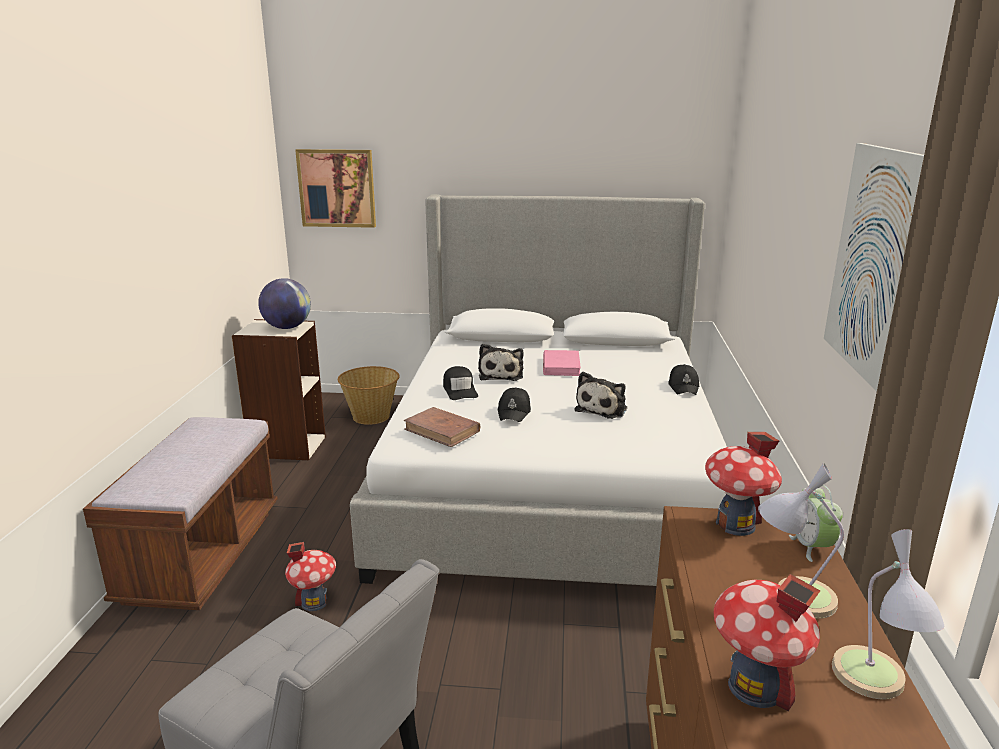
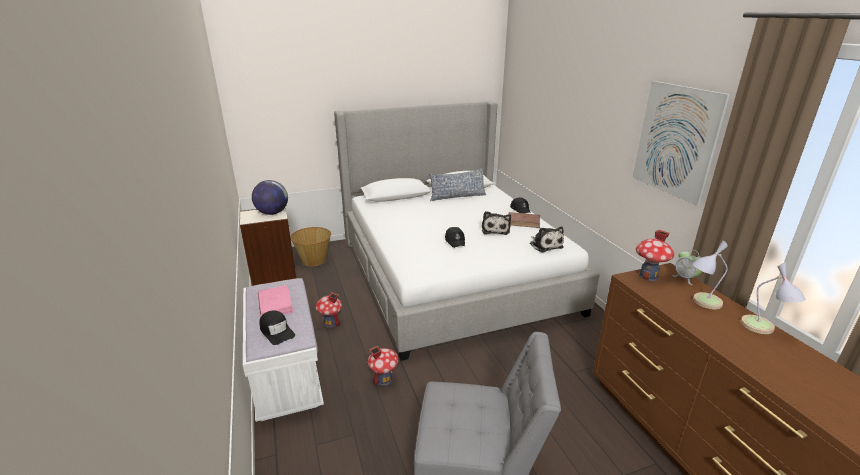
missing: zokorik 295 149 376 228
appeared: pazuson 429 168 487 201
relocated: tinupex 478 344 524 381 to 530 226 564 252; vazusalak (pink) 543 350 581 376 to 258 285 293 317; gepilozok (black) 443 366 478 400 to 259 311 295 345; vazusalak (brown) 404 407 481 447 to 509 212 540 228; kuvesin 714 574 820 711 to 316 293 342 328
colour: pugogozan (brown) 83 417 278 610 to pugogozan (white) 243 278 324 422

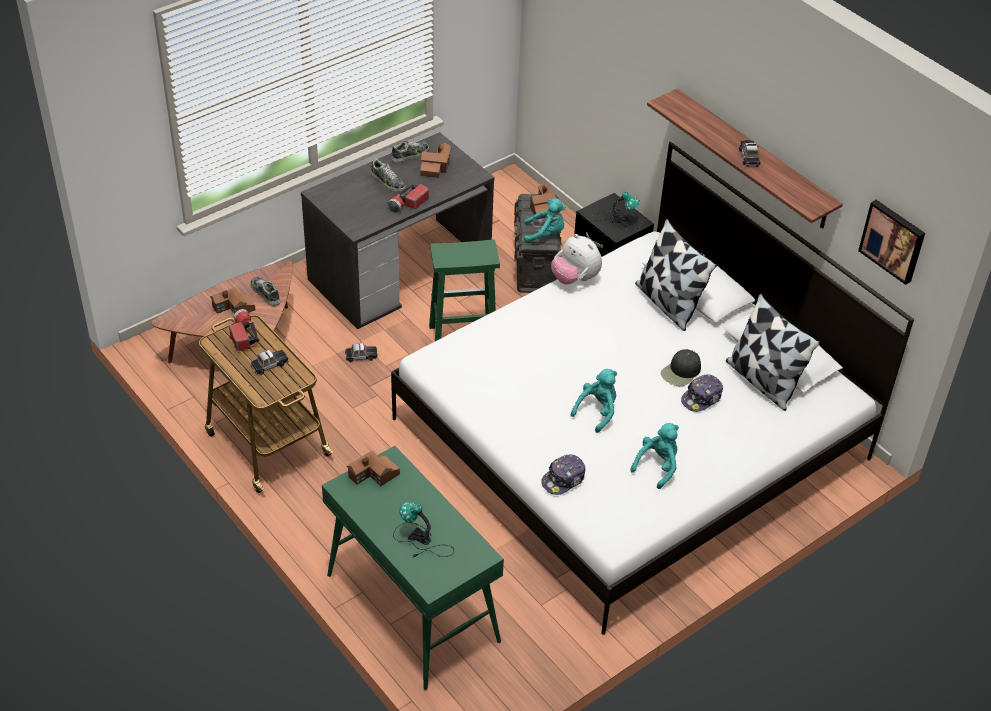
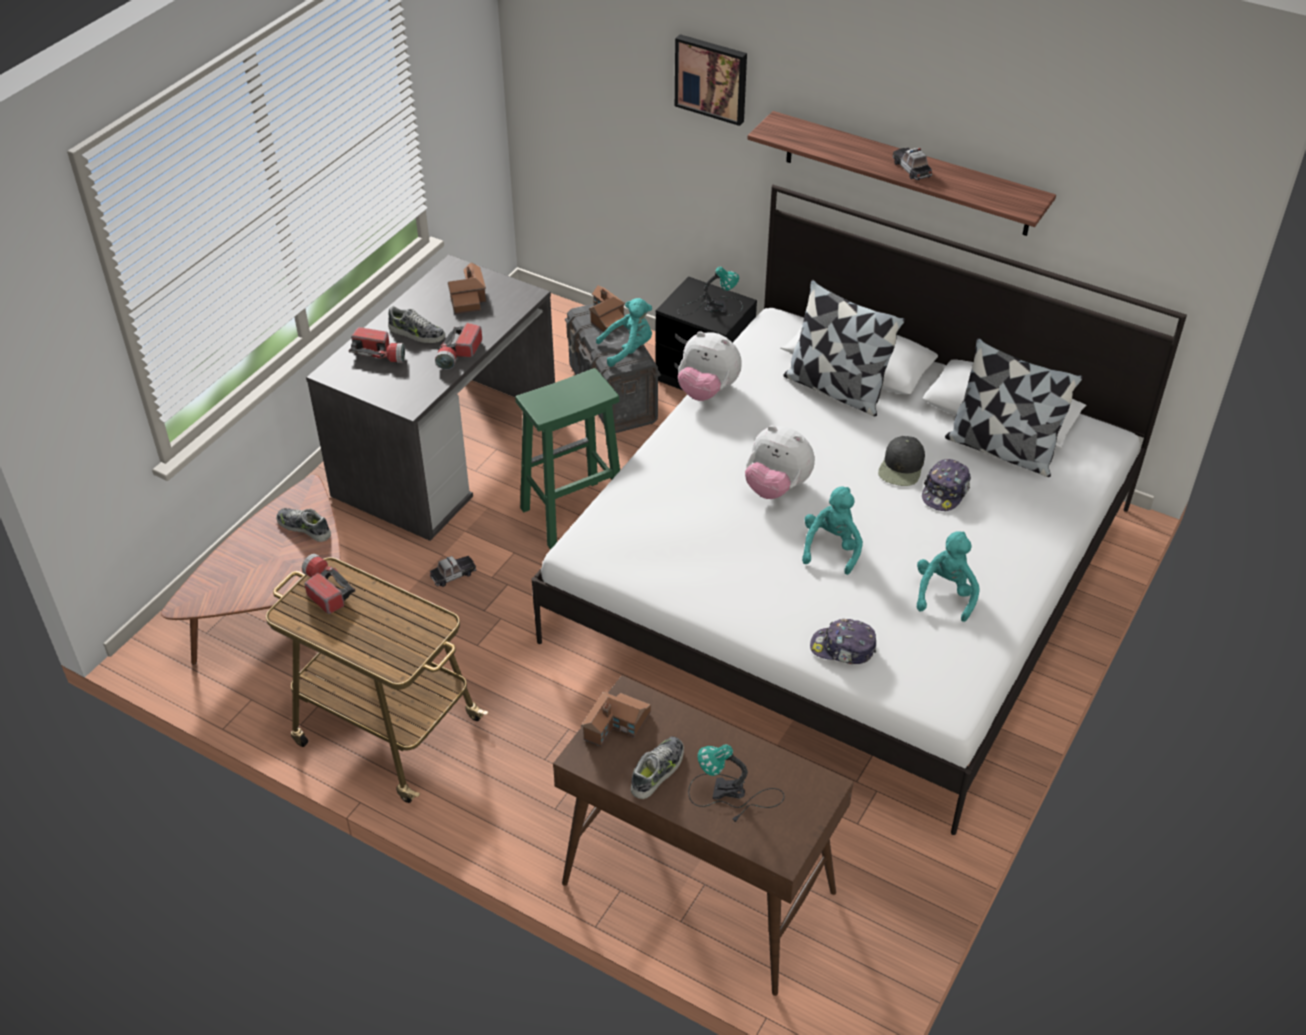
missing: kuvesin 210 287 256 314; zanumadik 250 350 288 375
appeared: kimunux 349 327 405 363; tinupex 745 425 815 499
relocated: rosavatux 391 140 429 163 to 631 736 684 799; zokorik 858 200 925 285 to 675 34 747 126
colour: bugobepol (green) 322 446 504 690 to bugobepol (brown) 553 675 854 996
spun: gepilozok 541 454 585 495 = 810 619 876 664 75 degrees clockwise

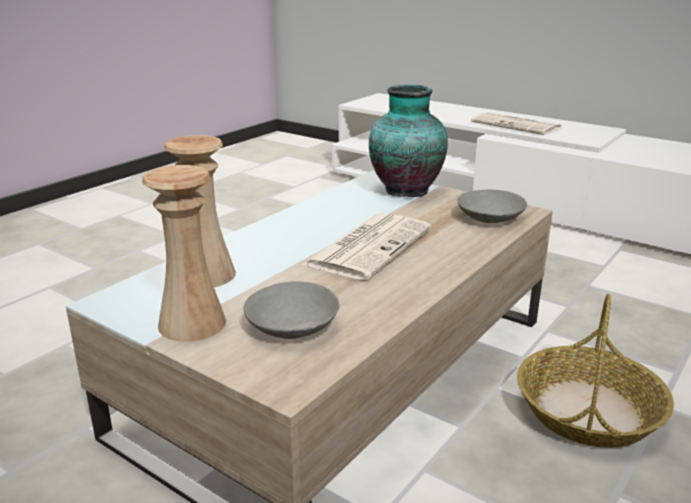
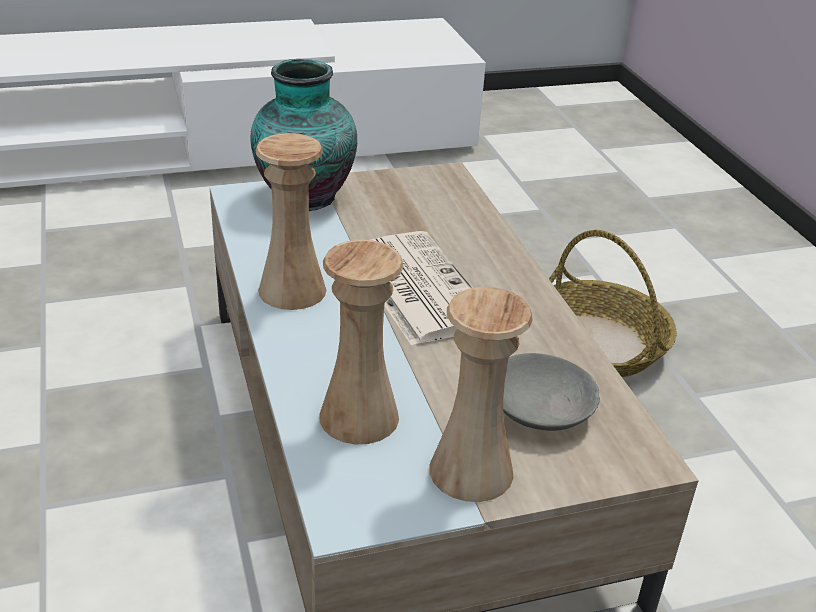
missing: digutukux 471 112 561 135; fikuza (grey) 457 190 527 223
appeared: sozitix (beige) 255 133 326 310

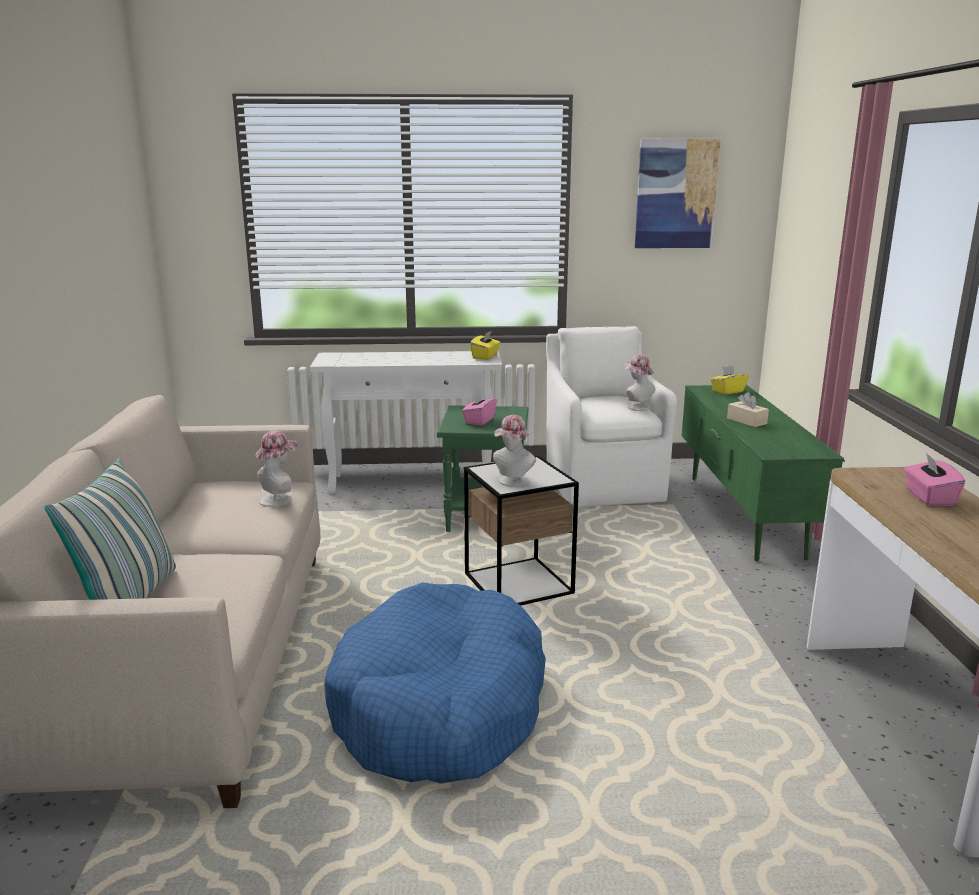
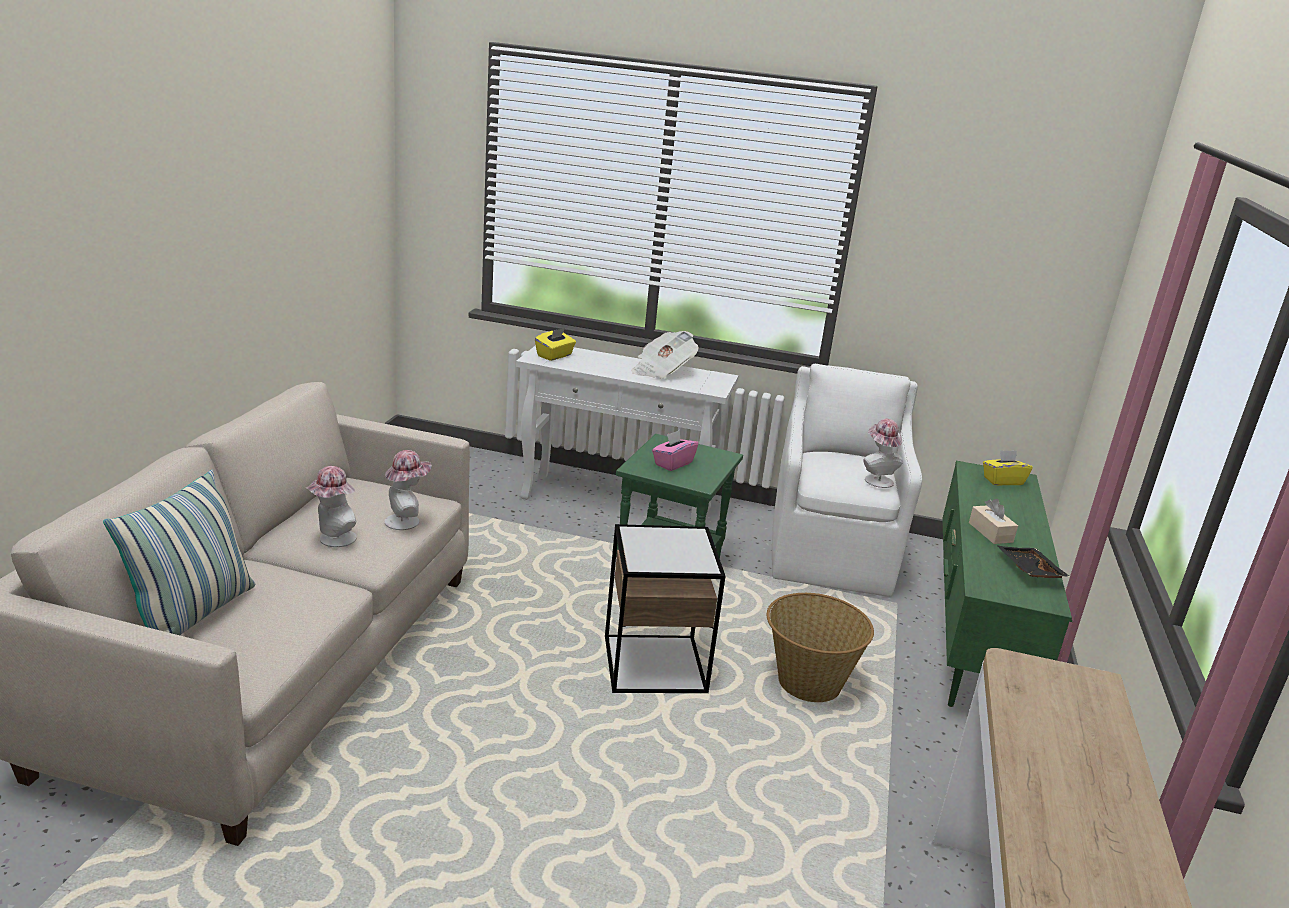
missing: zokorik 635 139 720 248; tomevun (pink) 904 453 965 506; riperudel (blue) 324 582 546 784
appeared: digutukux 631 331 698 378; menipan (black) 998 546 1070 578; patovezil 767 593 874 702
relocated: tomevun (yellow) 470 331 500 360 to 535 328 576 361; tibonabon 493 415 536 487 to 306 466 357 547

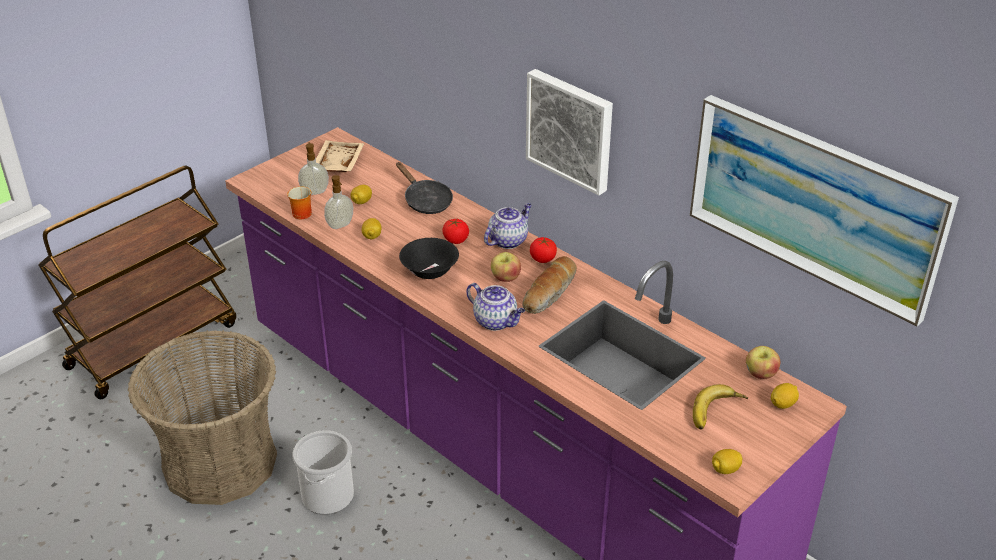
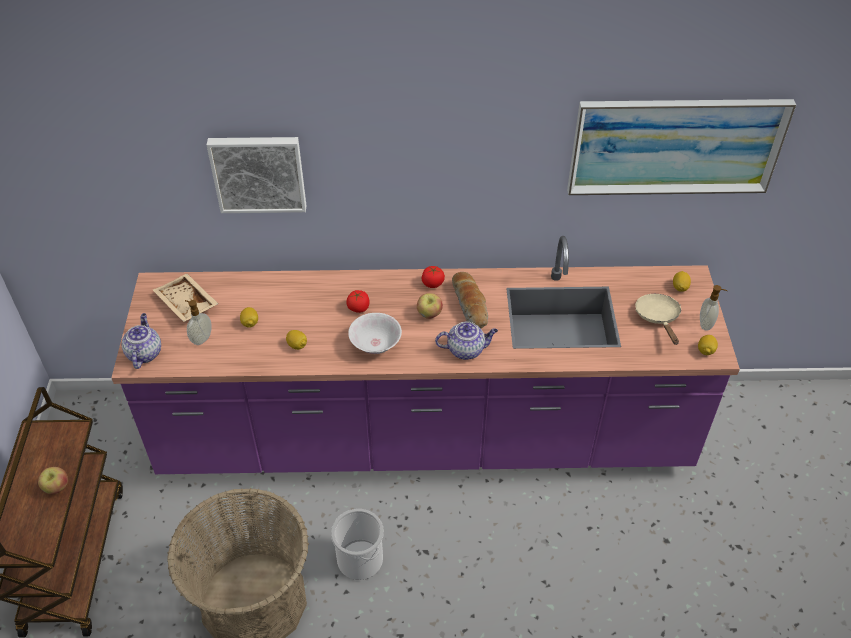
missing: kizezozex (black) 396 162 453 214; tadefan 287 186 312 219
relocated: zokorik 526 69 613 195 to 207 137 306 213; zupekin 324 175 353 229 to 700 285 727 331; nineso 484 203 532 249 to 121 313 161 369; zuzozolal 746 346 780 379 to 38 467 68 494
exchanged: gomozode 693 384 748 429 to kizezozex (beige) 635 294 681 345
colour: fikuza (black) 399 238 459 279 to fikuza (white) 348 313 402 354

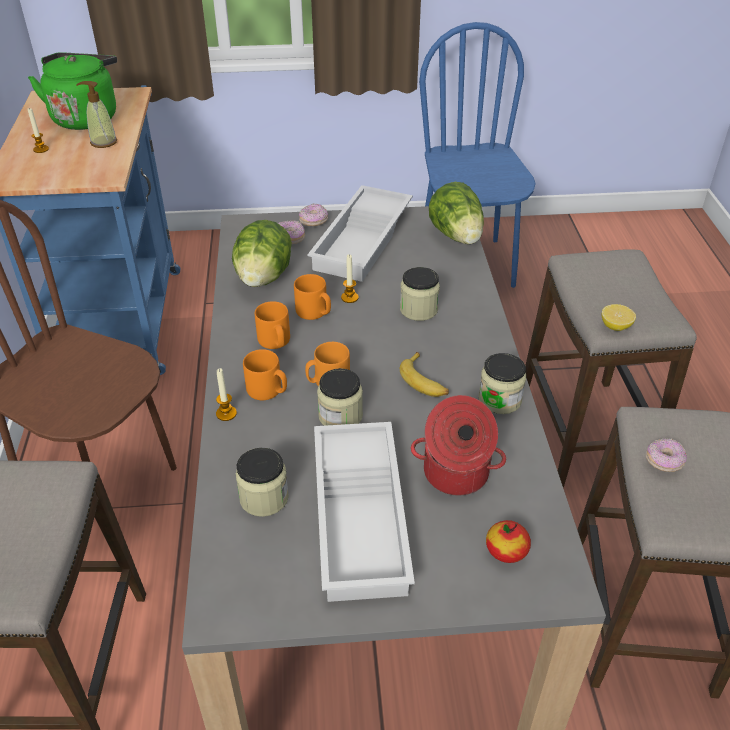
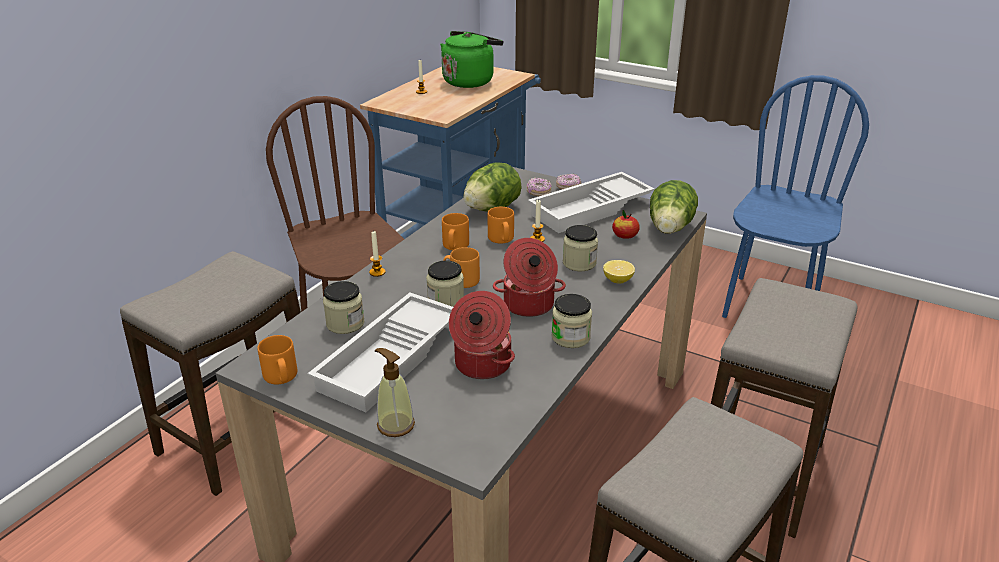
missing: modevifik 646 438 687 472
relocated: zupekin 76 81 117 148 to 374 348 415 437; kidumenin 601 304 636 331 to 603 260 635 283; tadefan (orange) 243 349 287 400 to 257 335 297 384; zuzozolal 486 520 531 563 to 612 210 640 239
exchanged: gomozode 400 352 449 397 to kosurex 493 238 566 317

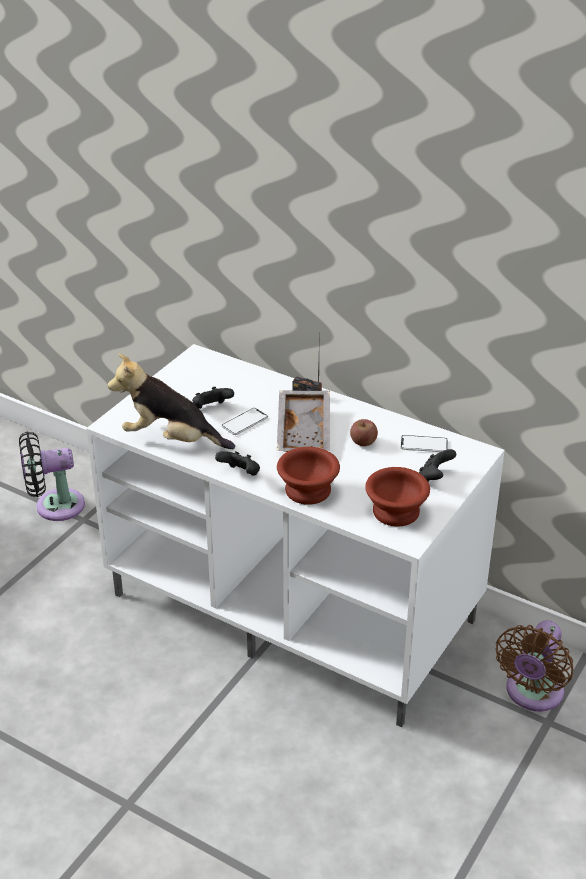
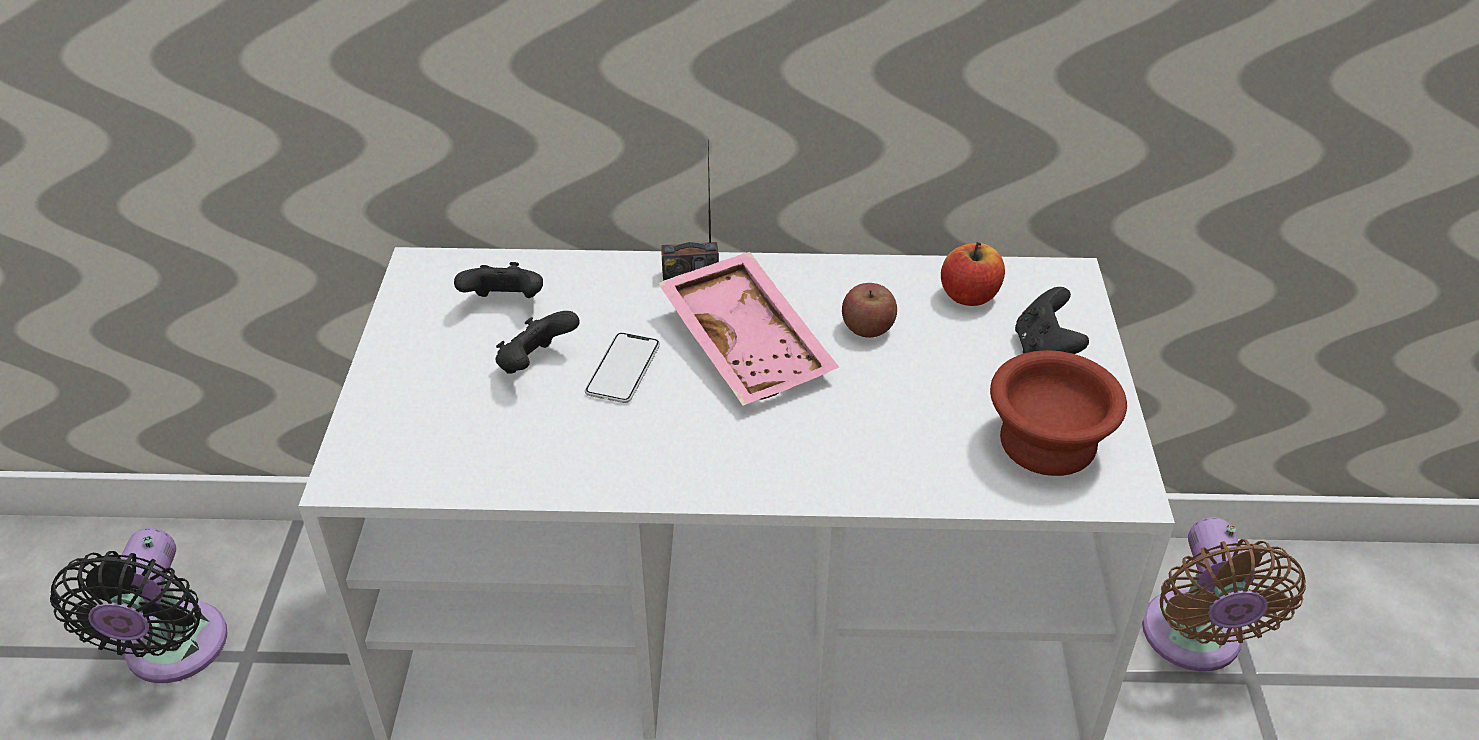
missing: tinupex 108 354 235 449; fikuza (brown) 277 447 340 505
relocated: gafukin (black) 215 451 260 476 to 454 262 543 298
exchanged: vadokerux 400 435 448 452 to zuzozolal 941 242 1005 306
colour: menipan (grey) 277 390 330 452 to menipan (pink) 658 252 839 406
spun: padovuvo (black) 19 432 85 521 = 50 528 228 683 45 degrees counterclockwise

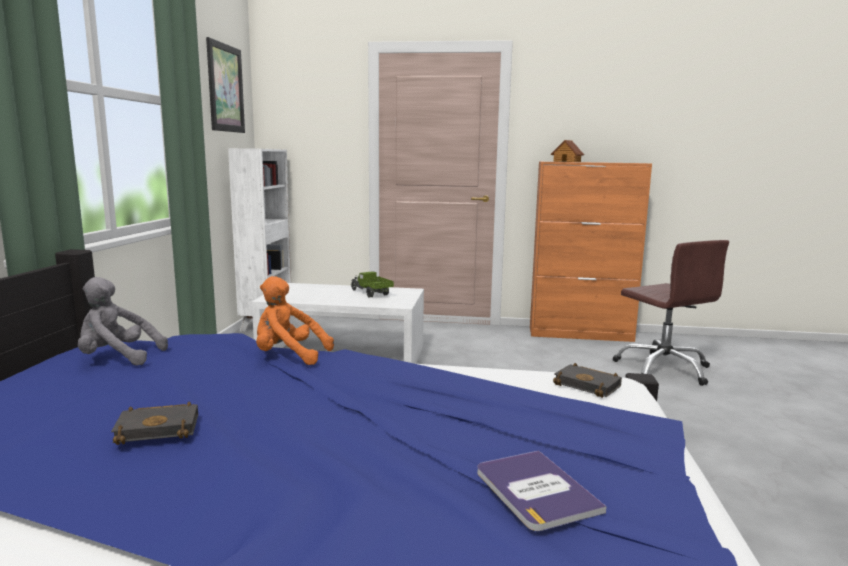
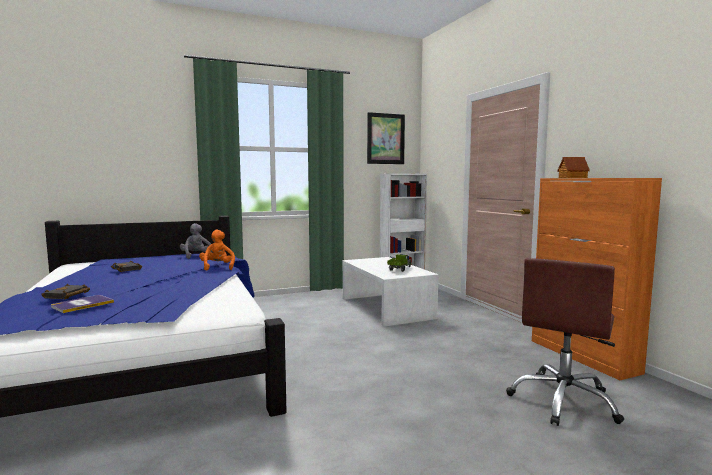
relocated: vazusalak (black) 553 363 622 398 to 41 284 90 299

